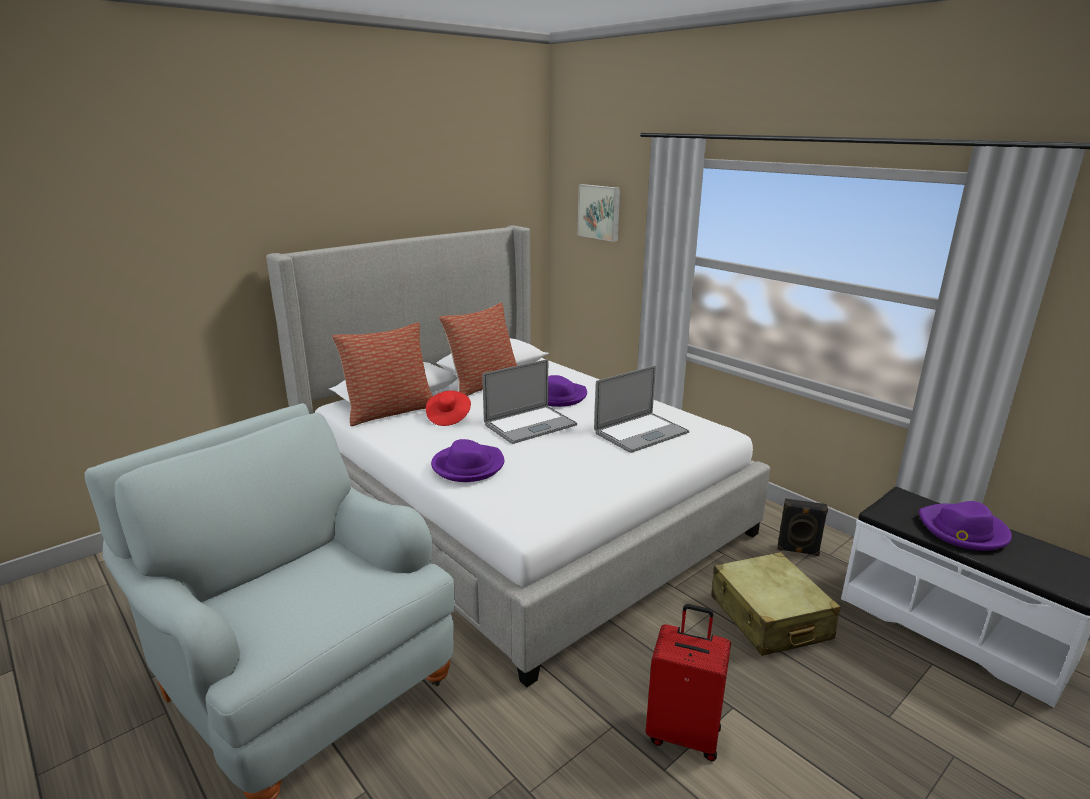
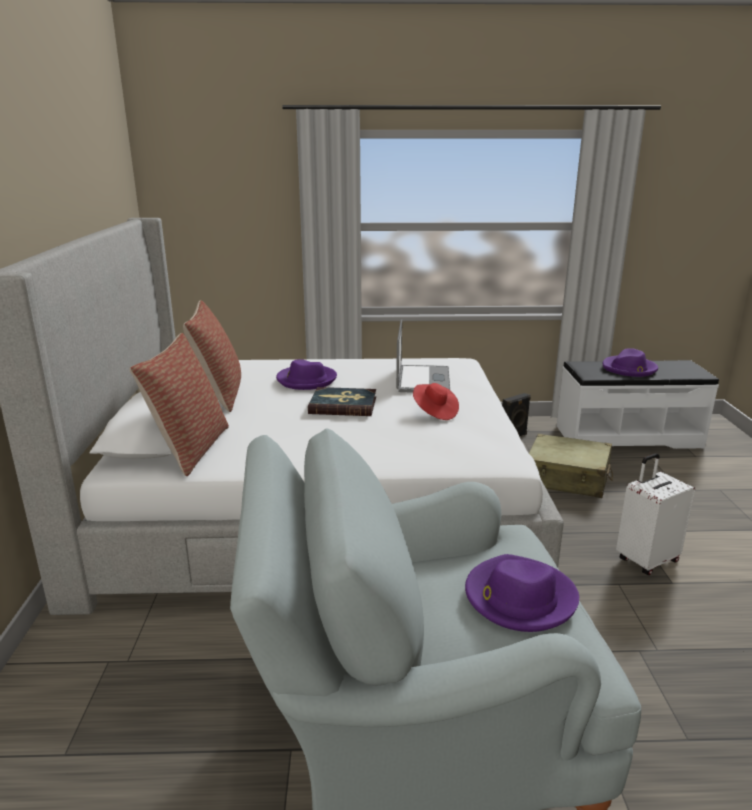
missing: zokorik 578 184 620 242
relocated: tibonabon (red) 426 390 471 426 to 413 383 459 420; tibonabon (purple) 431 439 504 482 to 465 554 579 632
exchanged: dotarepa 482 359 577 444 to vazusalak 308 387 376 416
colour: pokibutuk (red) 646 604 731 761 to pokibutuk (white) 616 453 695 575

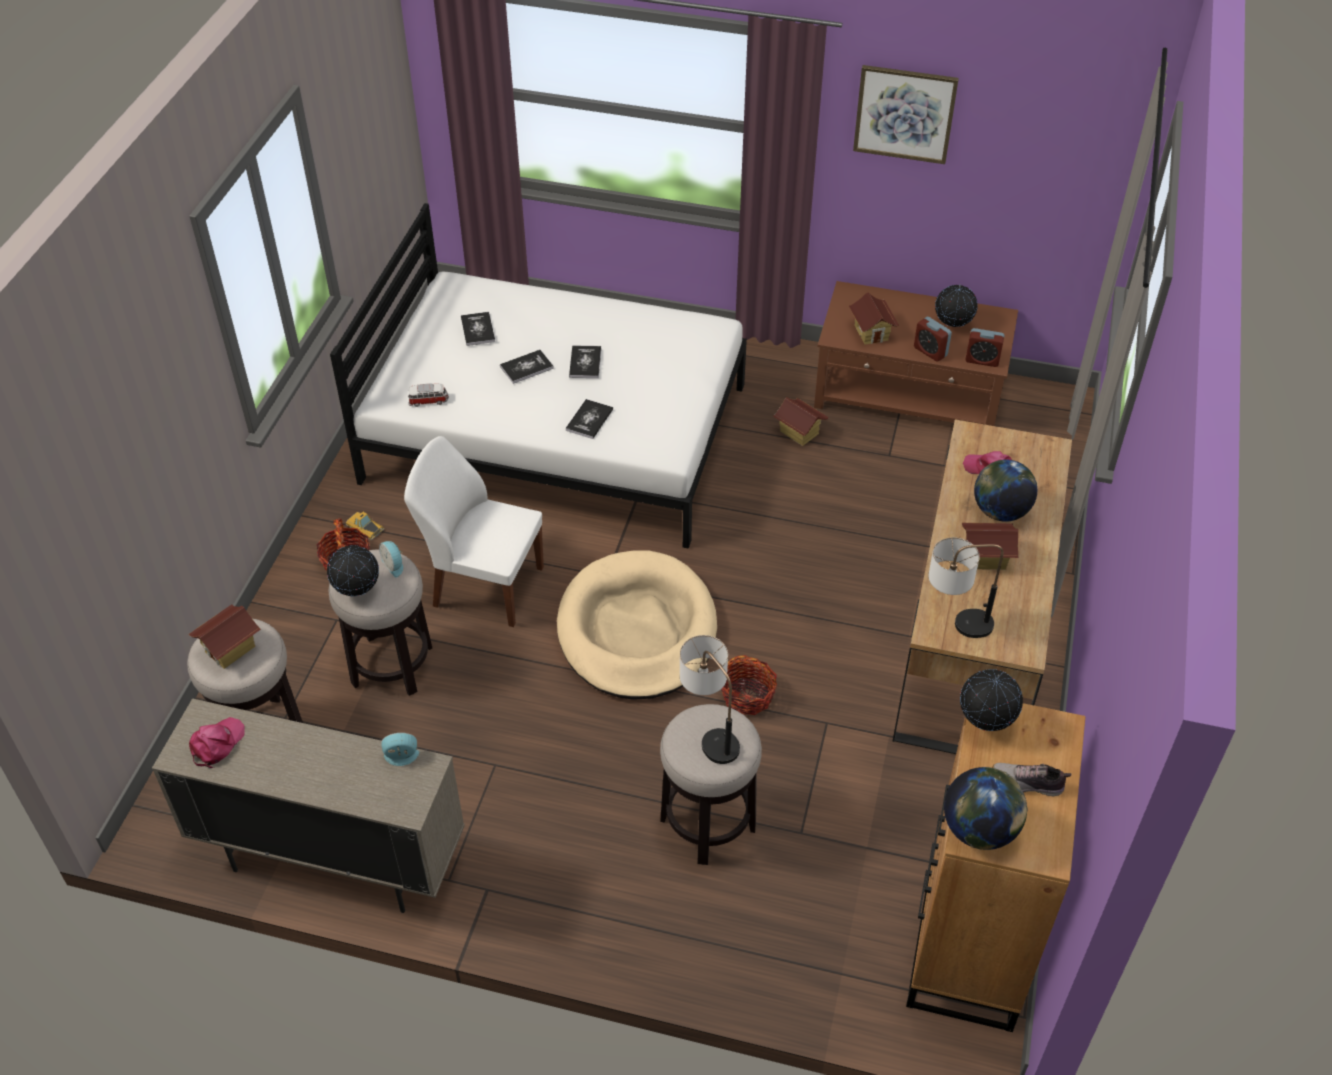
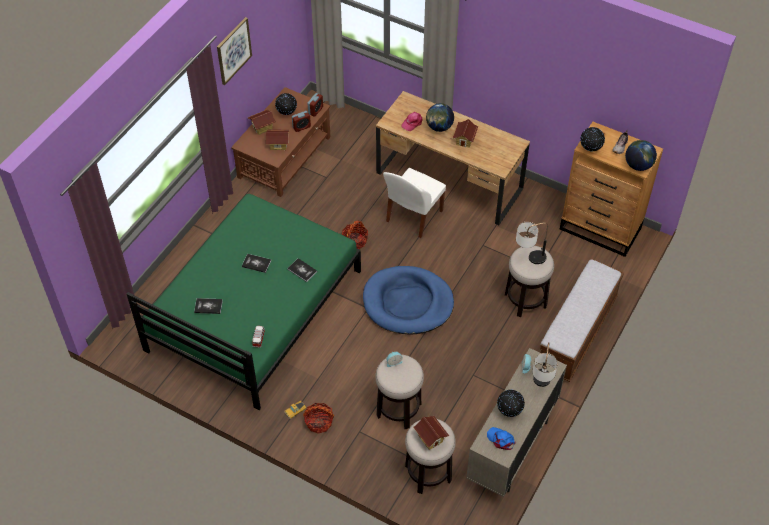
missing: vazusalak 500 350 554 384
appeared: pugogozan 540 259 624 382
relocated: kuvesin 773 397 829 446 to 248 110 276 135; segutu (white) 404 436 544 627 to 383 168 446 238; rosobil 928 537 1004 638 to 532 342 558 387; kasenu 327 545 379 596 to 497 390 525 417; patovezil 721 655 777 715 to 342 220 368 249
colour: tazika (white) 330 203 747 549 to tazika (green) 127 194 361 410; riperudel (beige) 557 550 717 700 to riperudel (blue) 363 266 454 335; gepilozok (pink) 189 717 245 768 to gepilozok (blue) 487 427 516 450

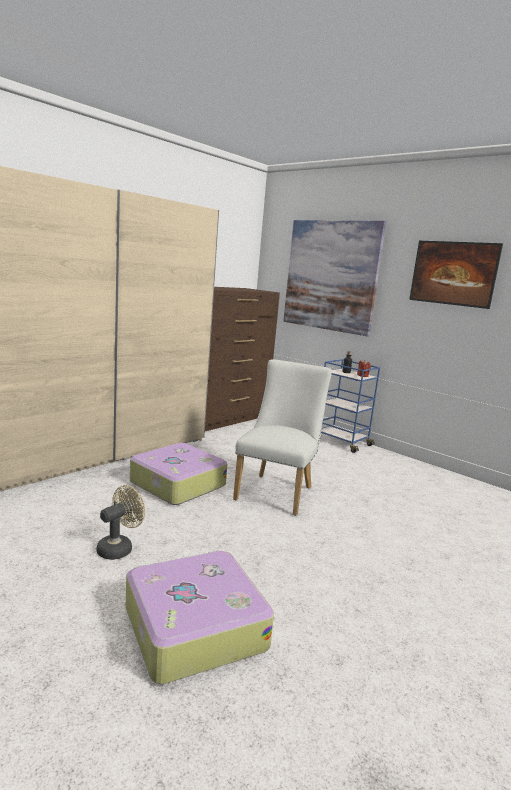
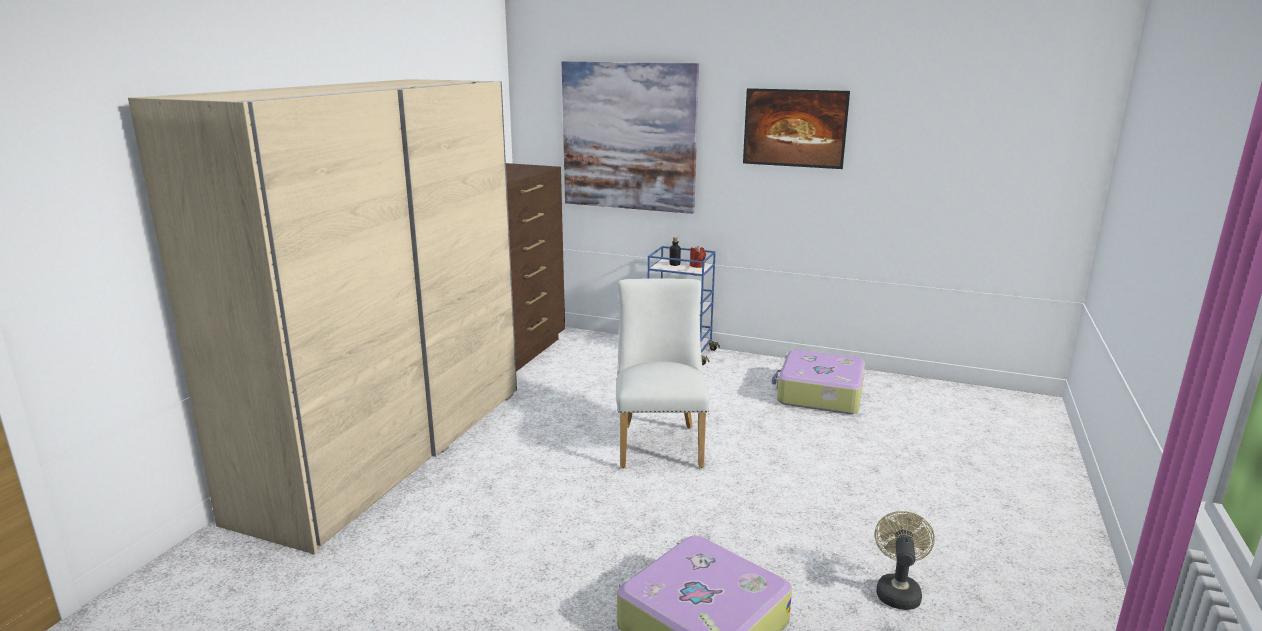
relocated: pokibutuk 130 443 228 505 to 772 350 865 414; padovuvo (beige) 97 485 145 560 to 875 511 935 610

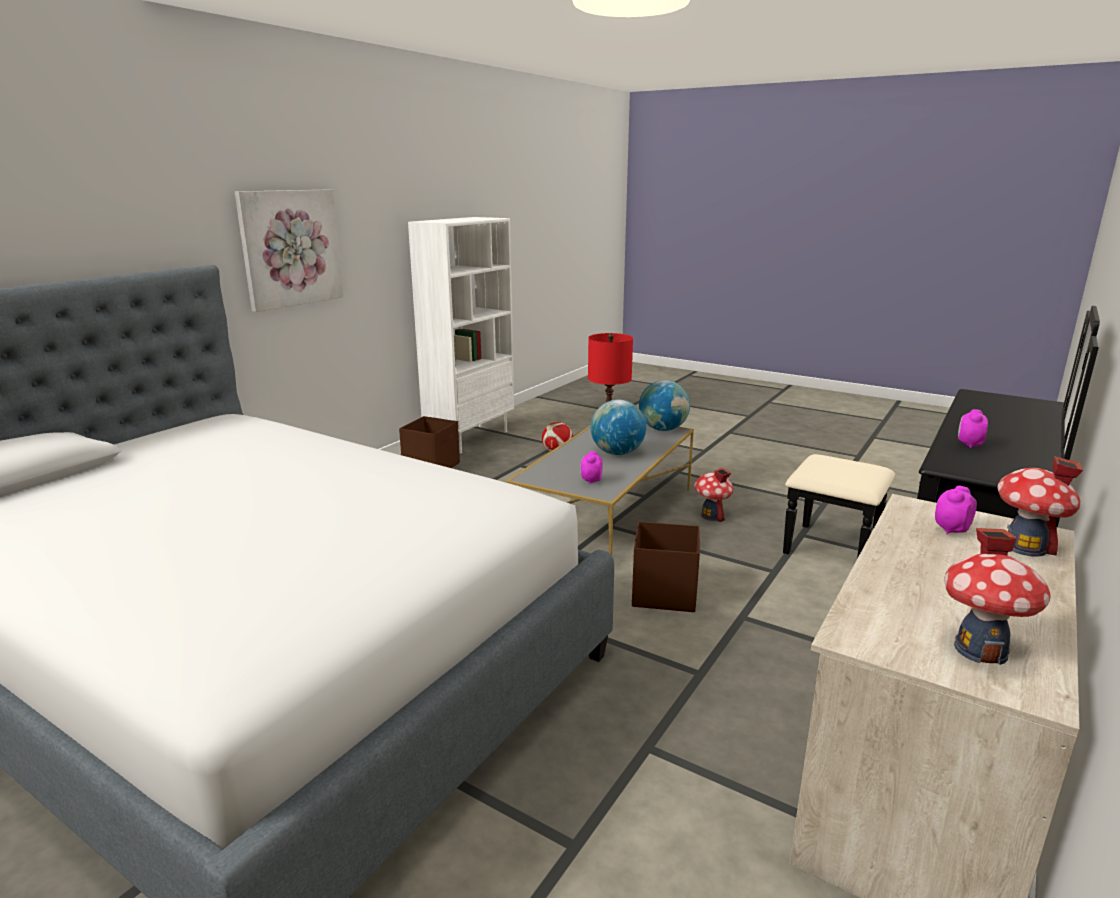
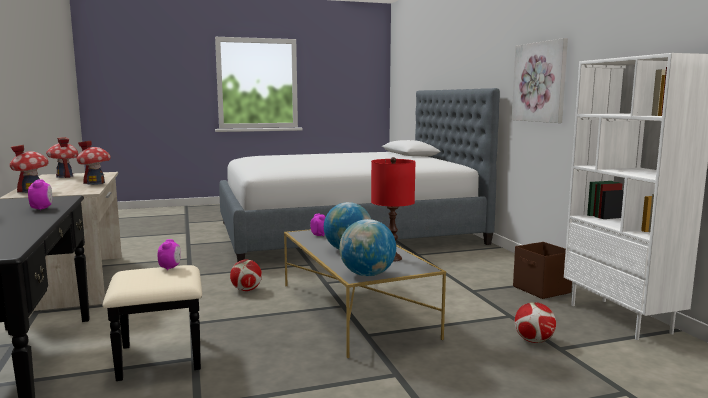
relocated: kuvesin 694 467 734 522 to 77 140 111 185; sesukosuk 935 485 977 534 to 158 239 180 270
exchanged: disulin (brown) 632 522 700 612 to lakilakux 230 259 262 291

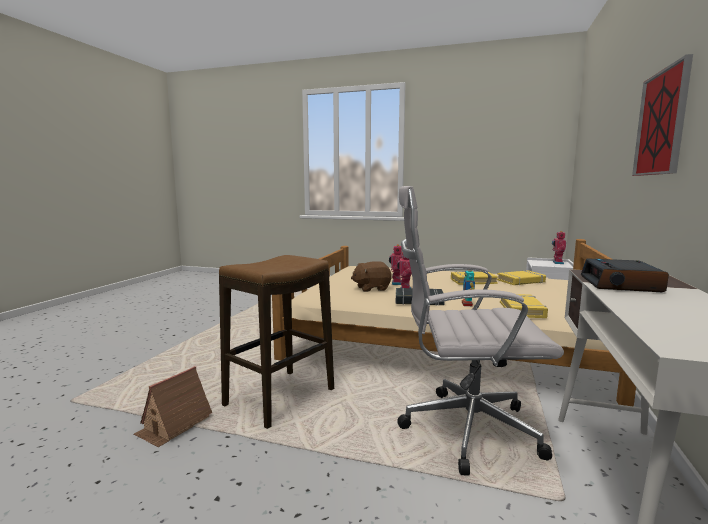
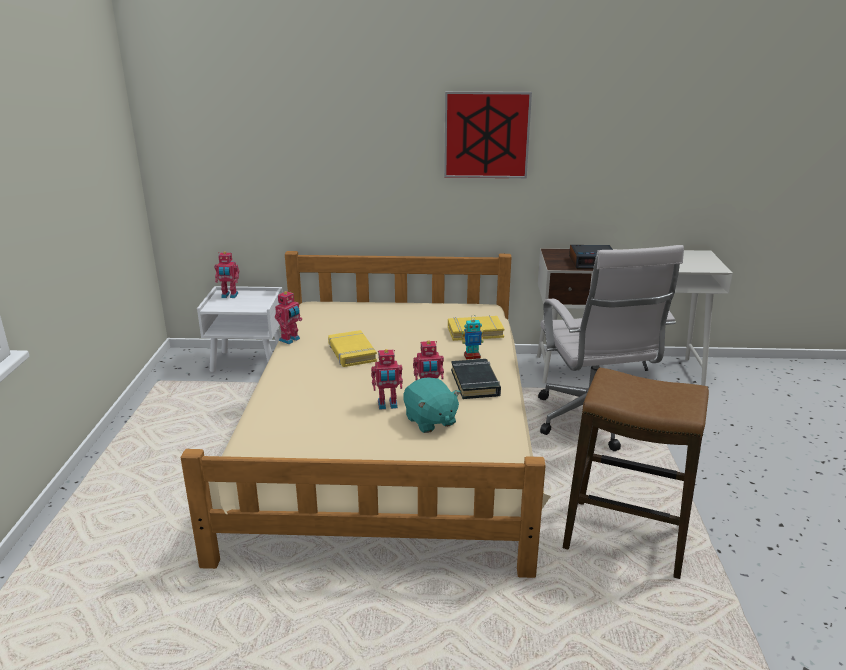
missing: vazusalak (yellow) 497 270 546 285; kuvesin 134 366 212 447
appeared: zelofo 275 290 302 344
colour: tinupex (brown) 351 261 392 292 to tinupex (turquoise) 403 377 461 433

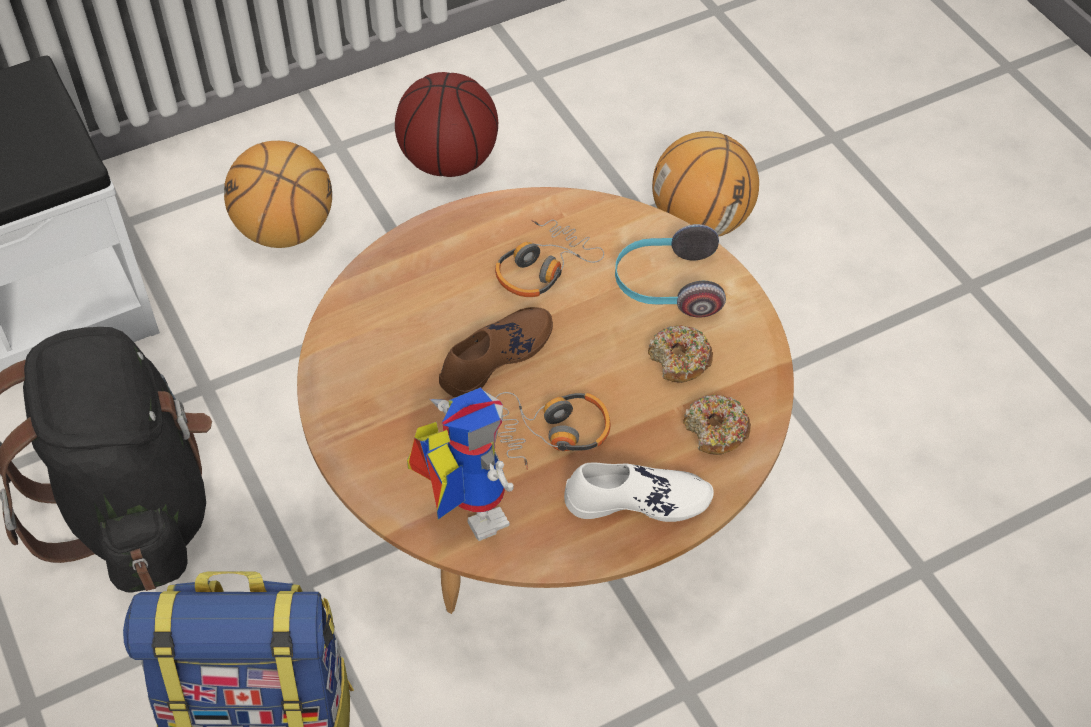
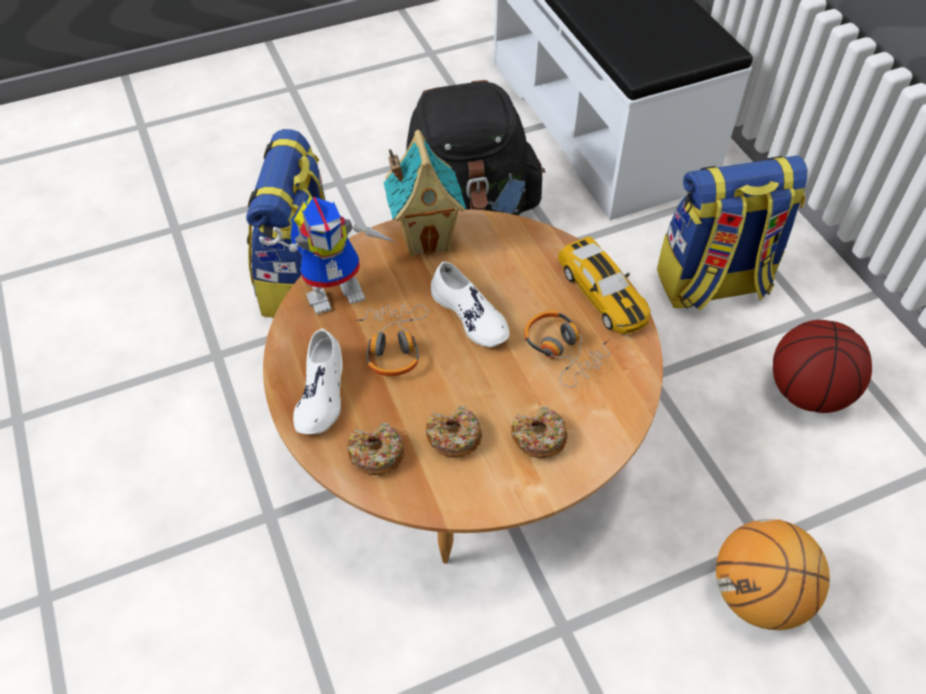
appeared: kuvesin 384 130 466 257; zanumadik 558 236 651 334
exchanged: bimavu 224 141 332 248 to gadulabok 657 156 808 311; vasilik 615 224 726 317 to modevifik 511 406 568 458
colour: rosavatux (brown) 439 307 553 397 to rosavatux (white) 431 261 510 347

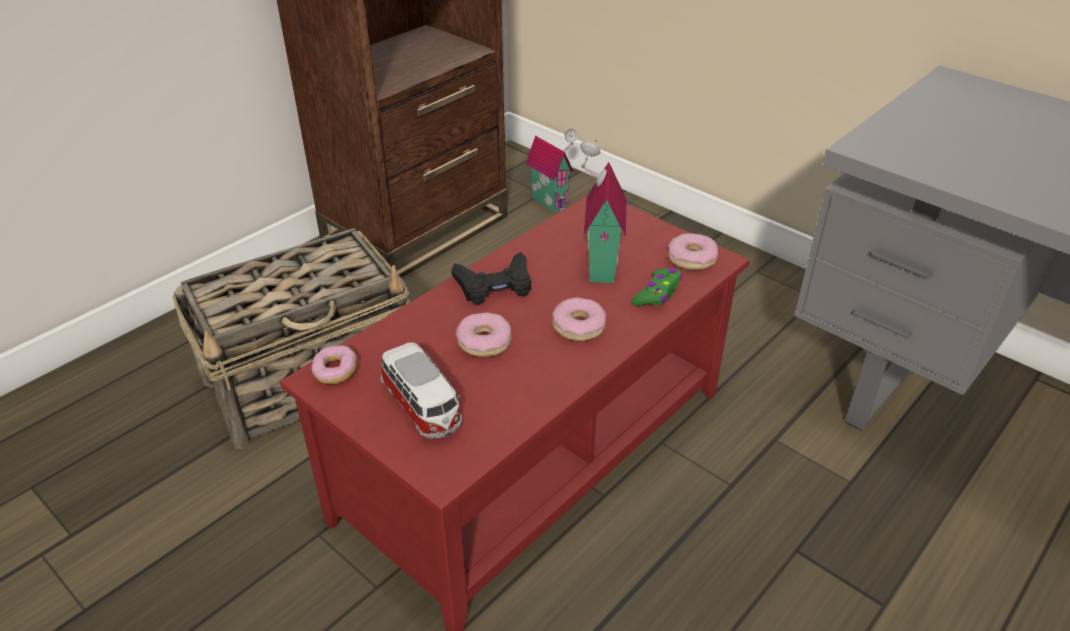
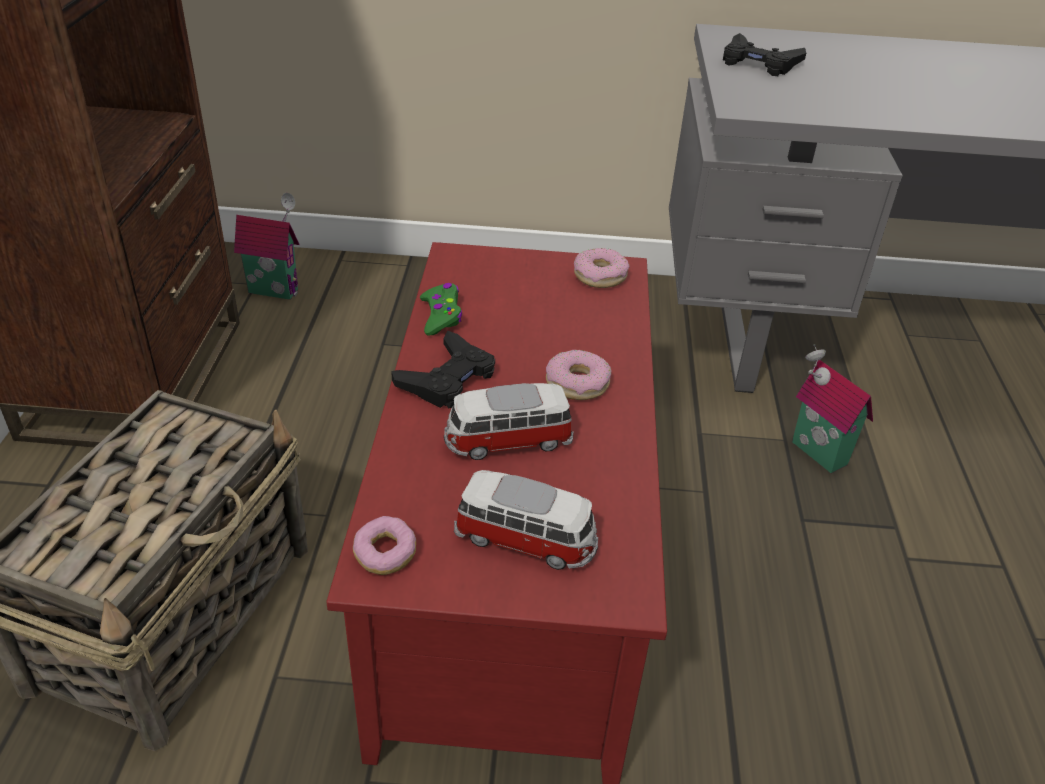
appeared: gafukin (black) 723 33 806 76
relocated: kuvesin 580 140 626 284 to 792 344 873 473; gafukin (green) 631 268 682 306 to 420 283 462 336
exchanged: modevifik 456 313 512 357 to zanumadik 444 383 574 460

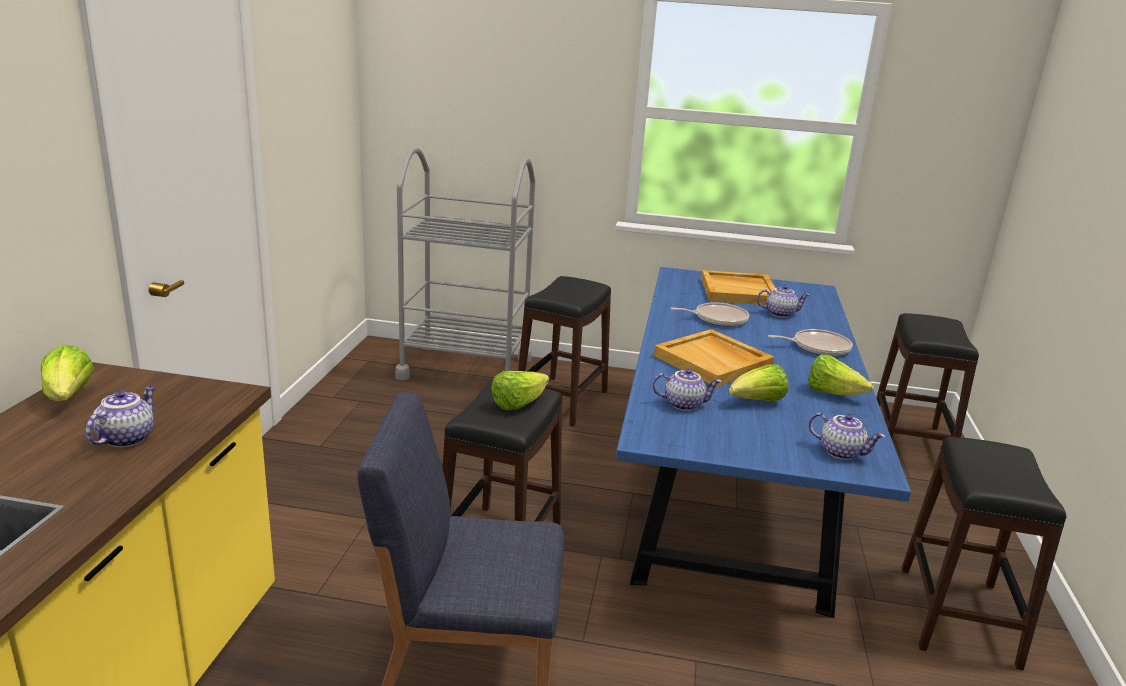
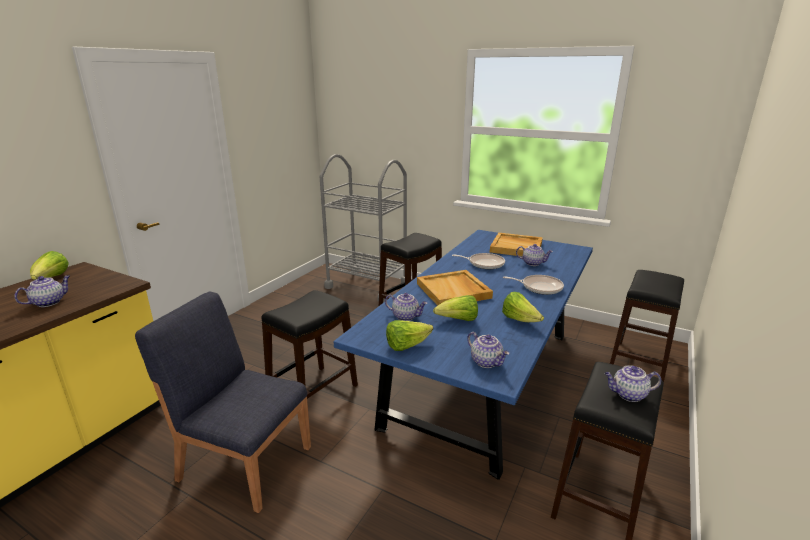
appeared: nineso 605 365 661 402
relocated: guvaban 492 371 549 410 to 386 320 433 351

